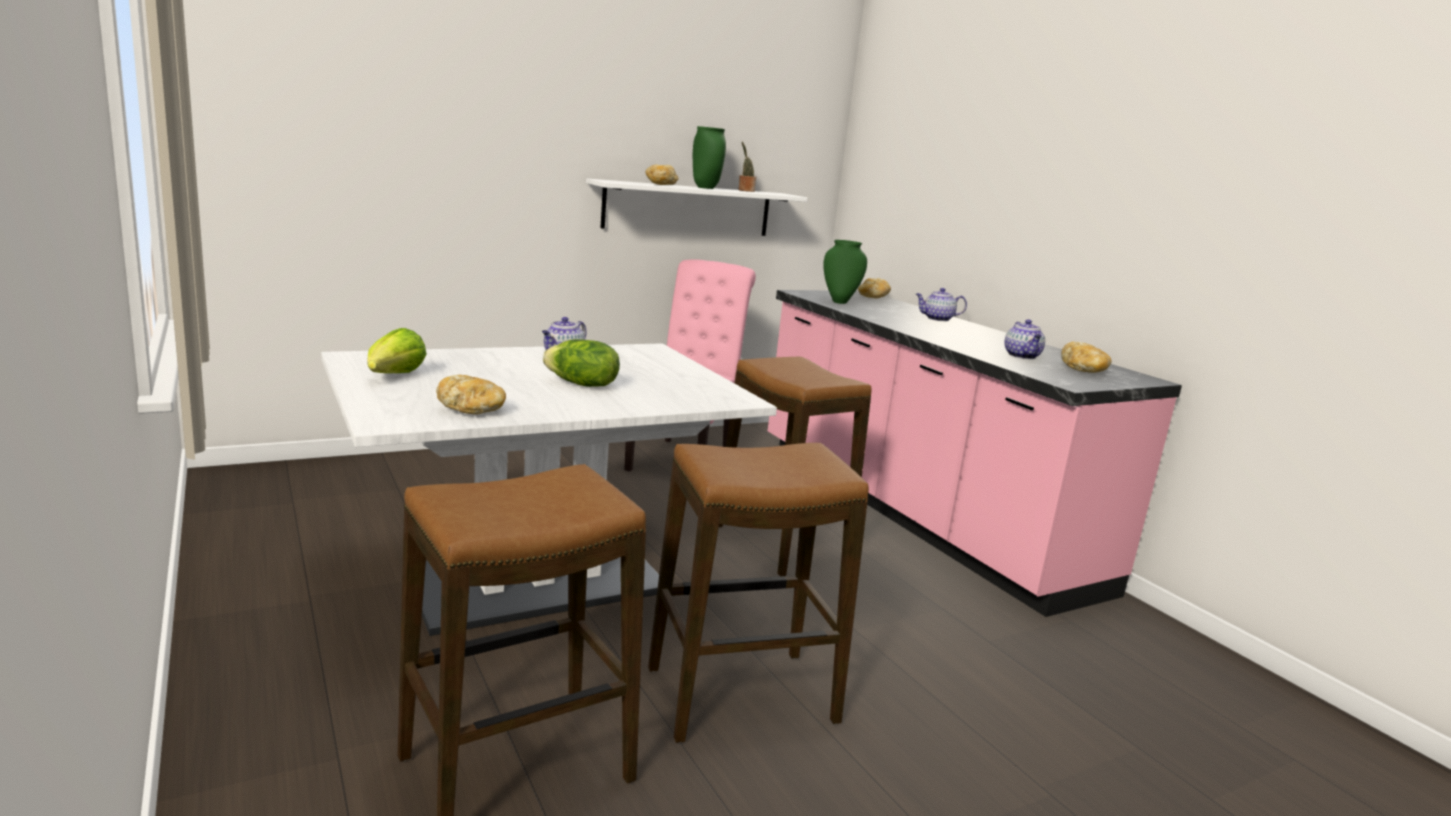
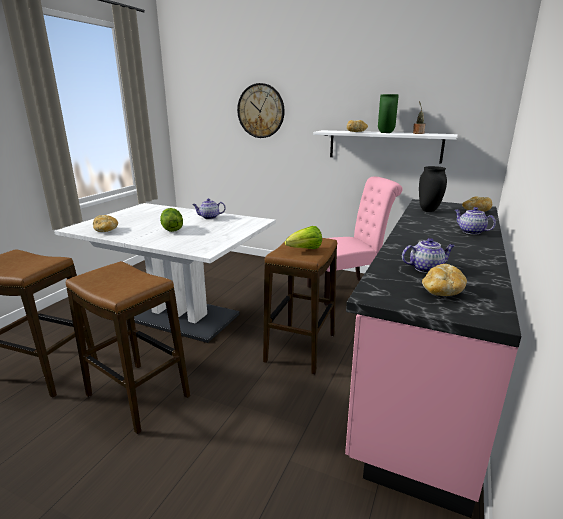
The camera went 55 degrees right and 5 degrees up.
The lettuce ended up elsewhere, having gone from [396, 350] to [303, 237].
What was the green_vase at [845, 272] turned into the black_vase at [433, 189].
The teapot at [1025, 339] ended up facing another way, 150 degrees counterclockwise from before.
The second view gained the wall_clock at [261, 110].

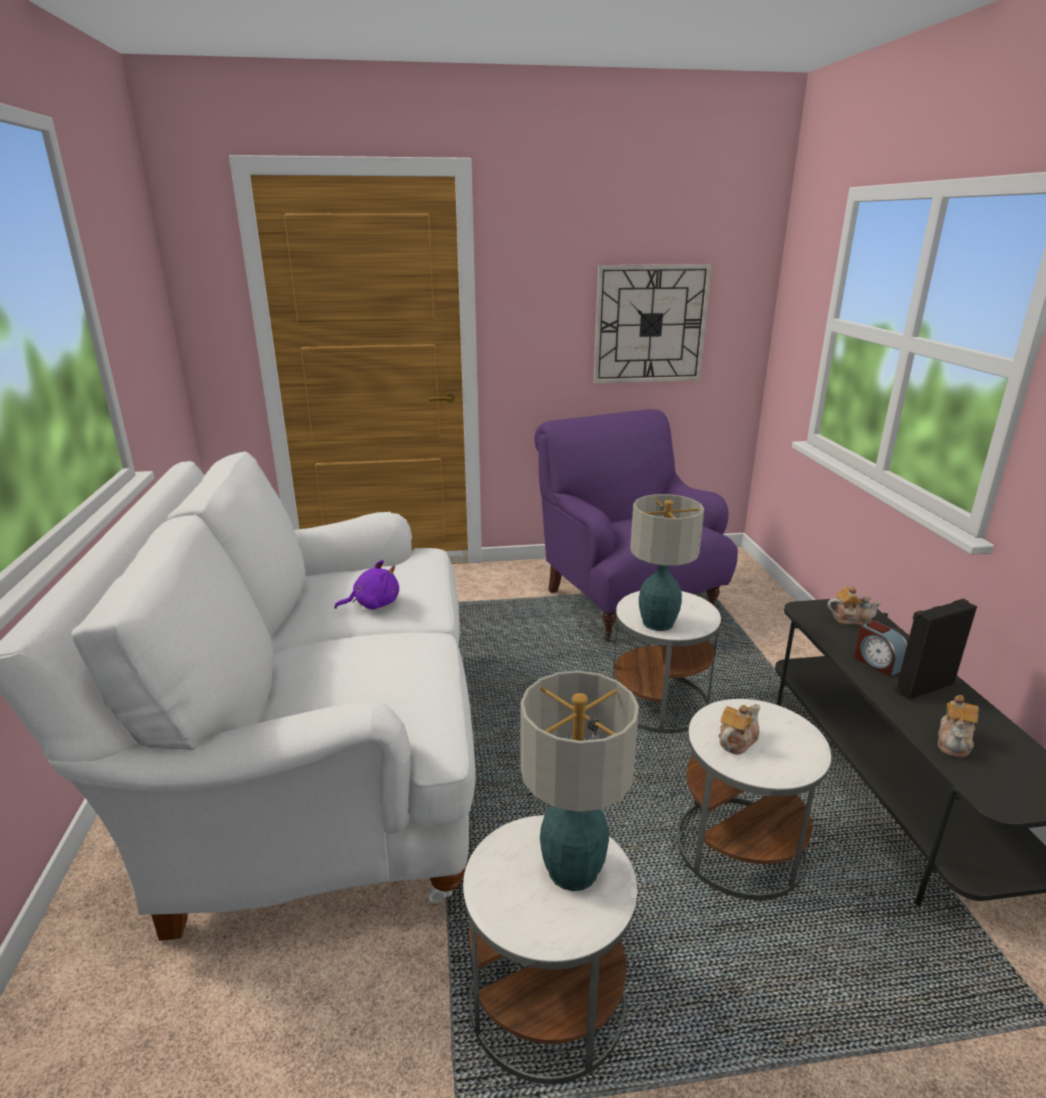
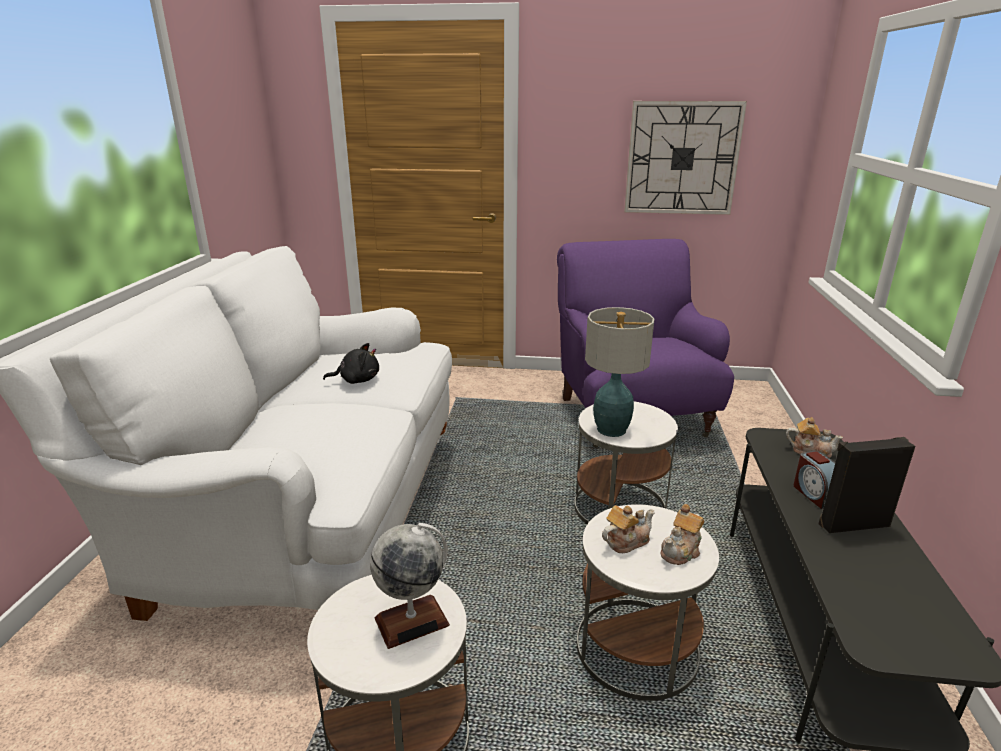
The camera went 15 degrees right and 0 degrees up.
What was the purple_plush_toy at [367, 585] turned into the black_plush_toy at [351, 363].
Where the table_lamp stood at [579, 781], the globe came to stand at [410, 586].
The teapot ended up elsewhere, having gone from [958, 726] to [682, 534].

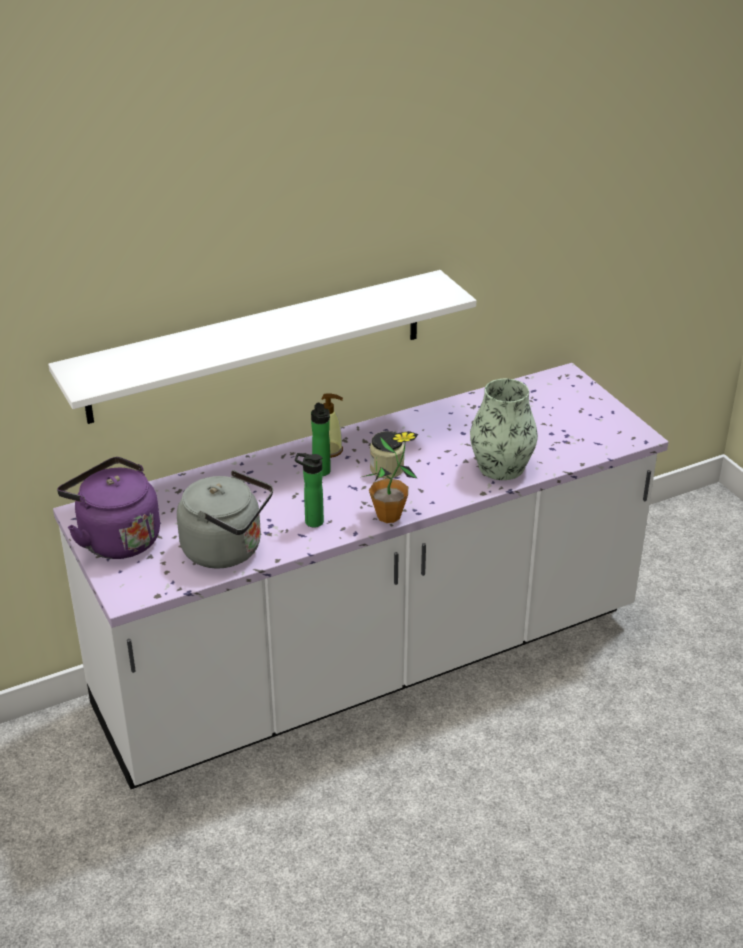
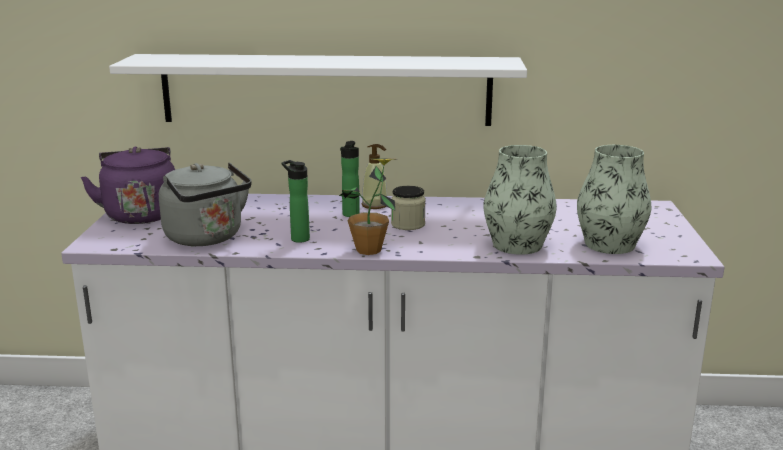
The camera went 30 degrees right and 15 degrees down.
The second view gained the vase at [614, 199].

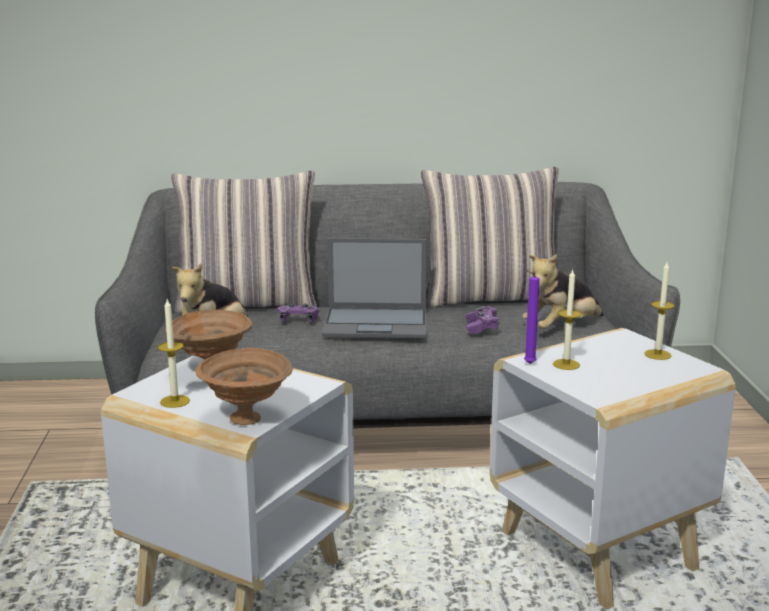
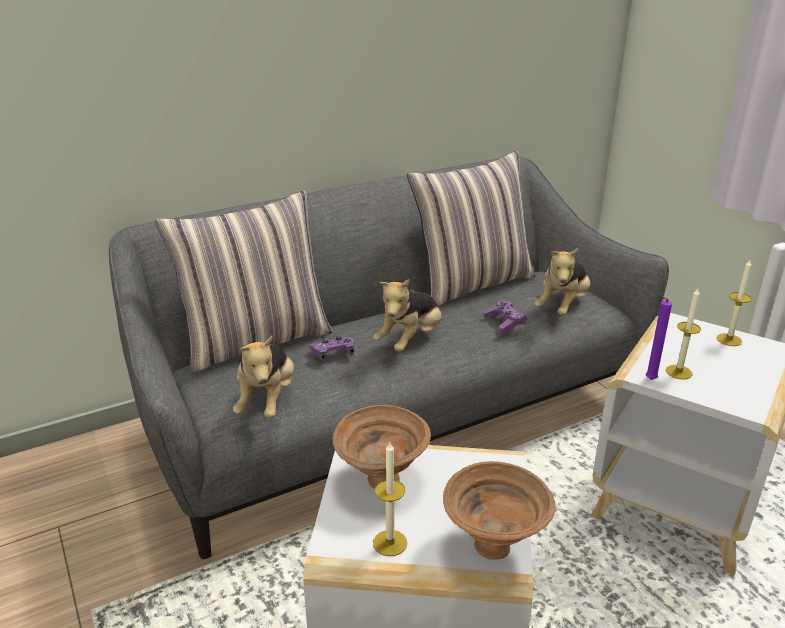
The camera went 25 degrees left and 10 degrees up.
Where the laptop stood at [374, 288], the plush_toy came to stand at [407, 315].

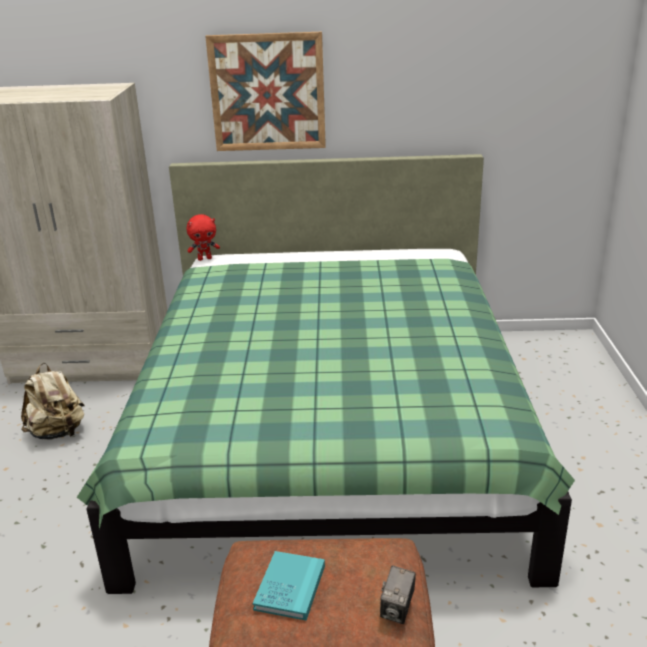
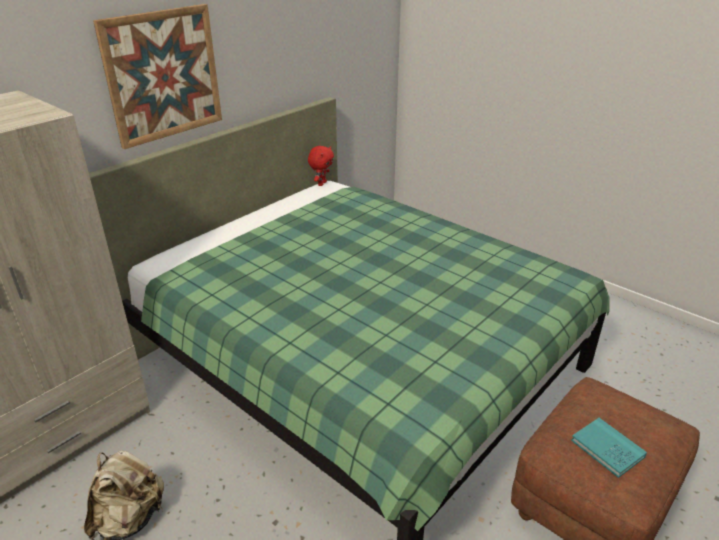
The camera went 50 degrees left and 5 degrees up.
The red_plush_toy ended up elsewhere, having gone from [203, 237] to [321, 166].
The second view lost the photo_camera at [398, 594].

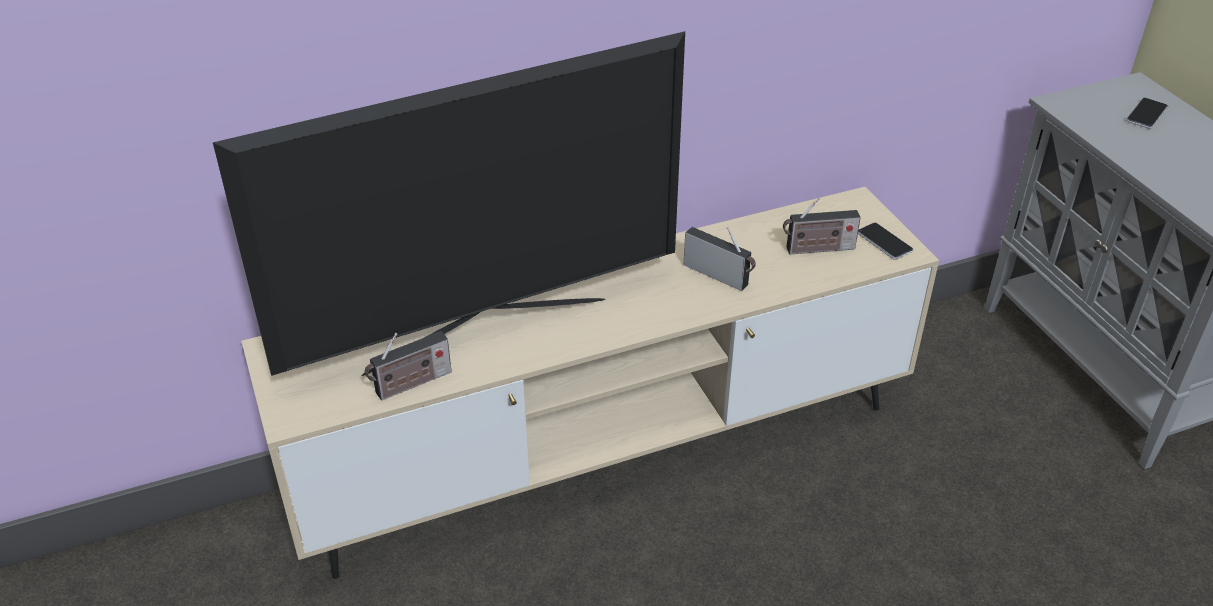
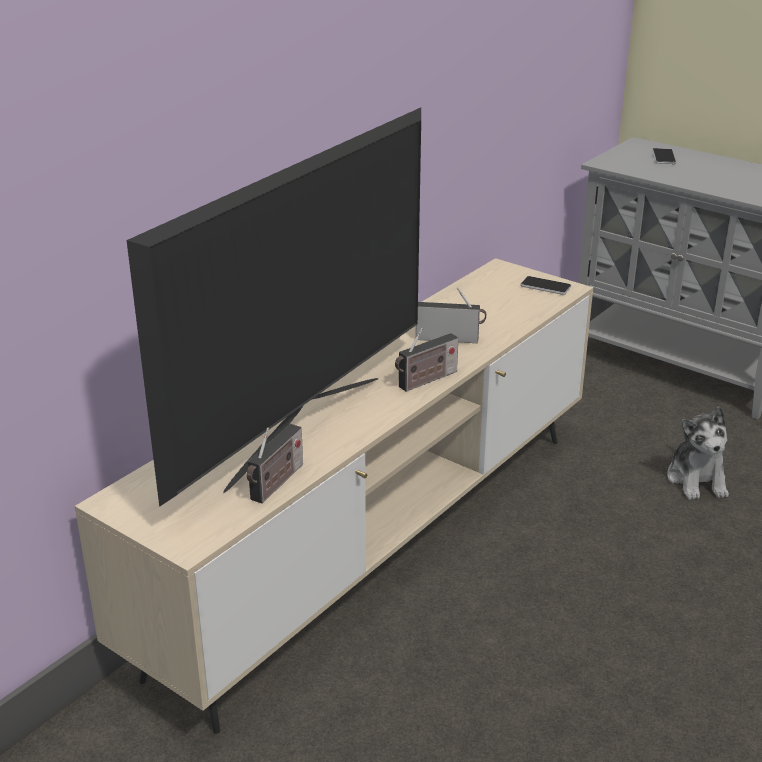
The camera went 30 degrees left and 10 degrees down.
The radio ended up elsewhere, having gone from [822, 226] to [426, 360].
The second view gained the plush_toy at [698, 453].

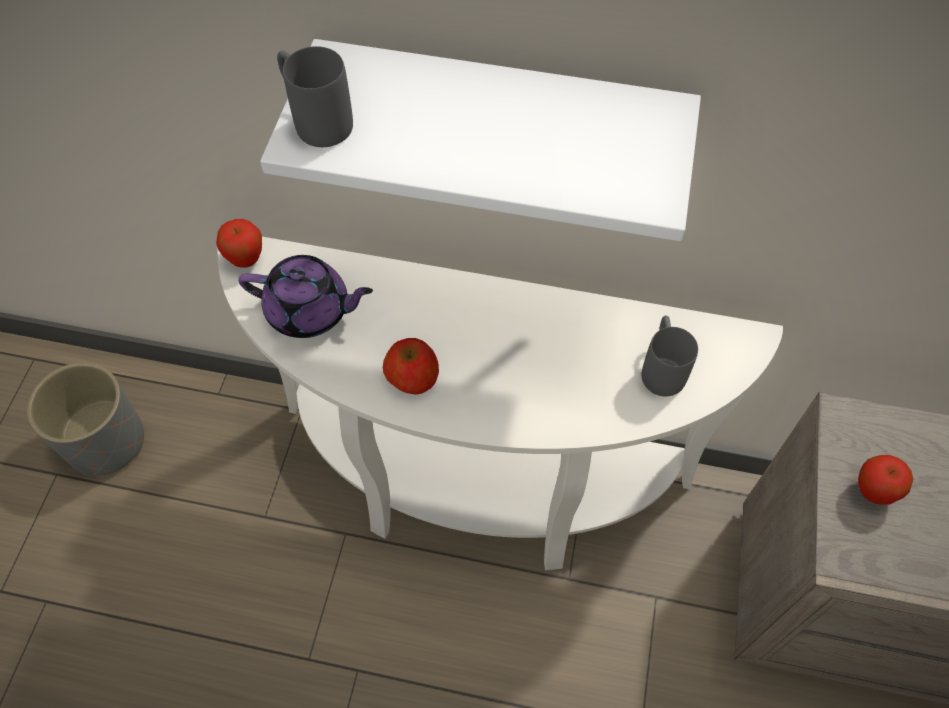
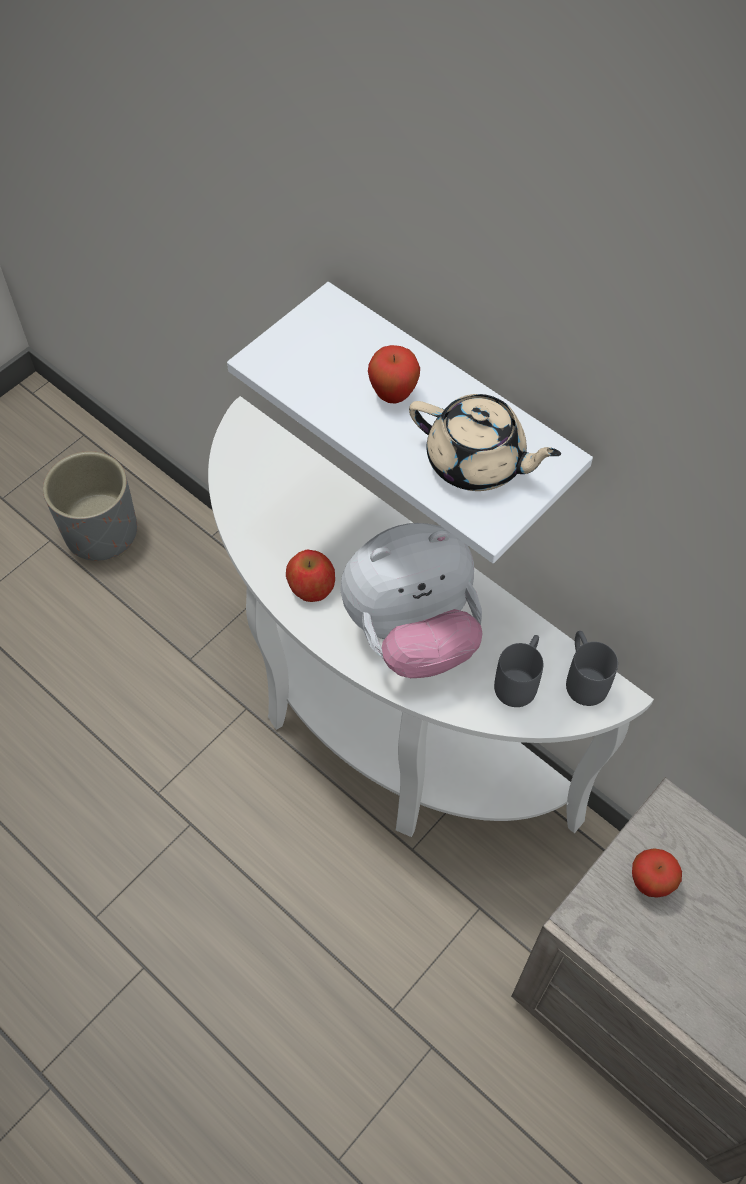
The camera went 30 degrees right and 0 degrees up.
The apple ended up elsewhere, having gone from [239, 243] to [394, 374].
The second view lost the purple_teapot at [306, 296].
The grey_mug ended up elsewhere, having gone from [315, 96] to [592, 668].
The second view gained the plush_toy at [411, 600].
The second view gained the beige_teapot at [485, 442].

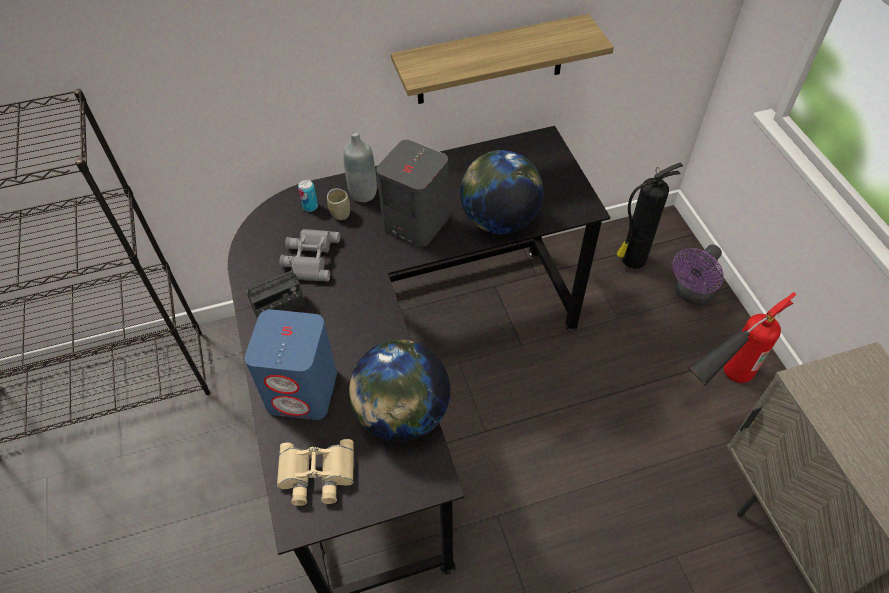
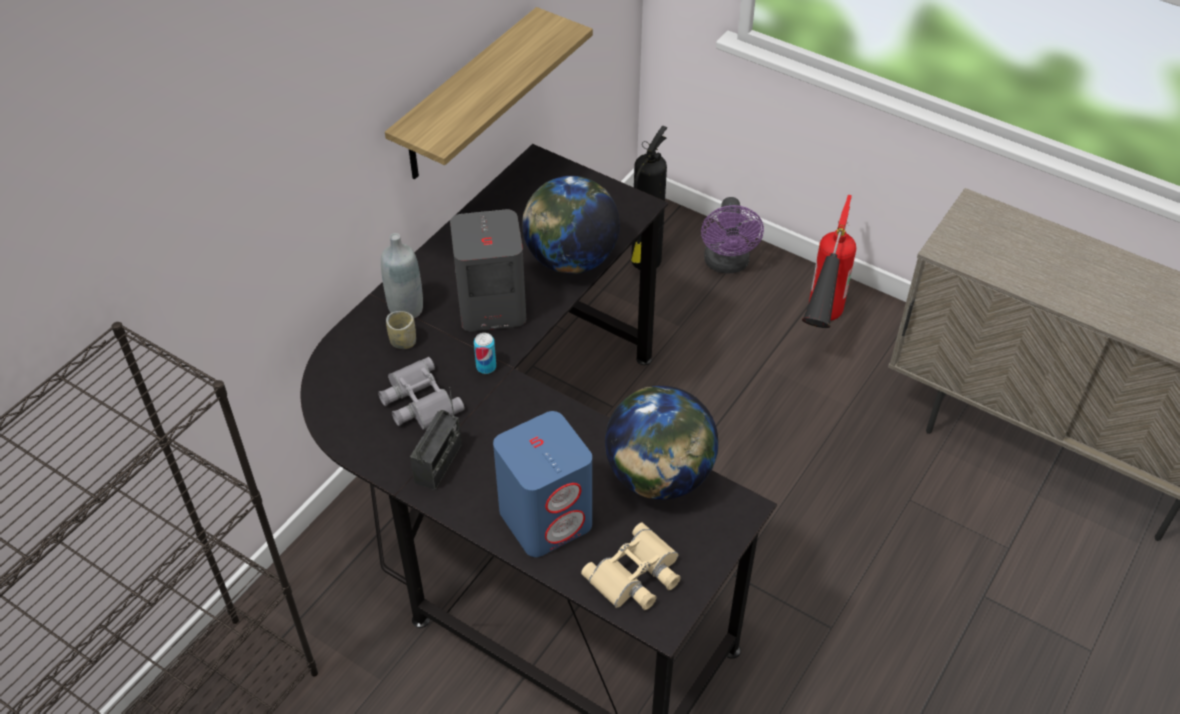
The camera went 40 degrees left and 5 degrees down.
The can ended up elsewhere, having gone from [308, 195] to [485, 353].

